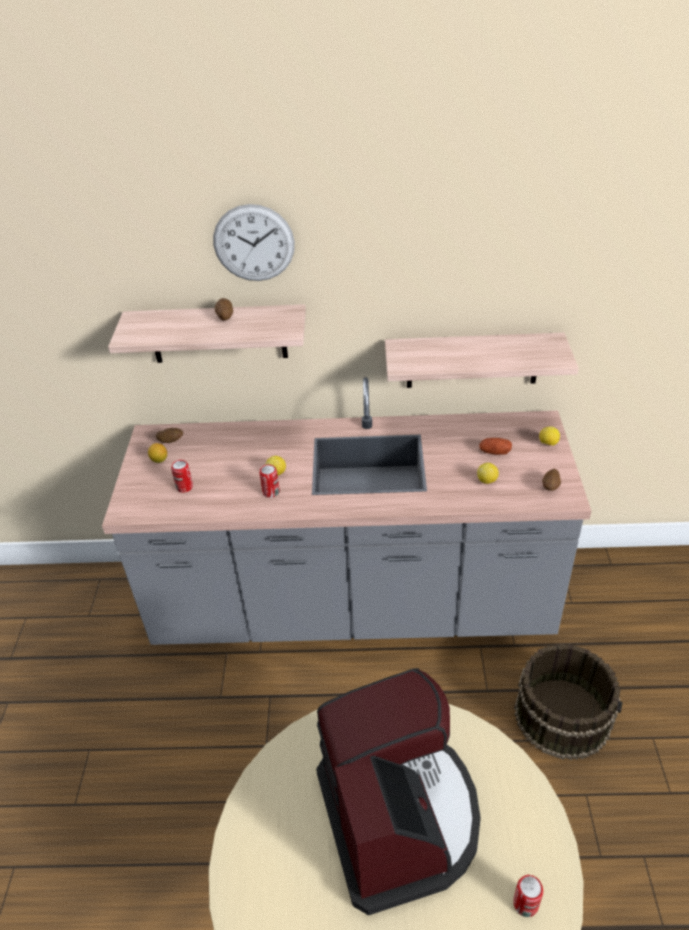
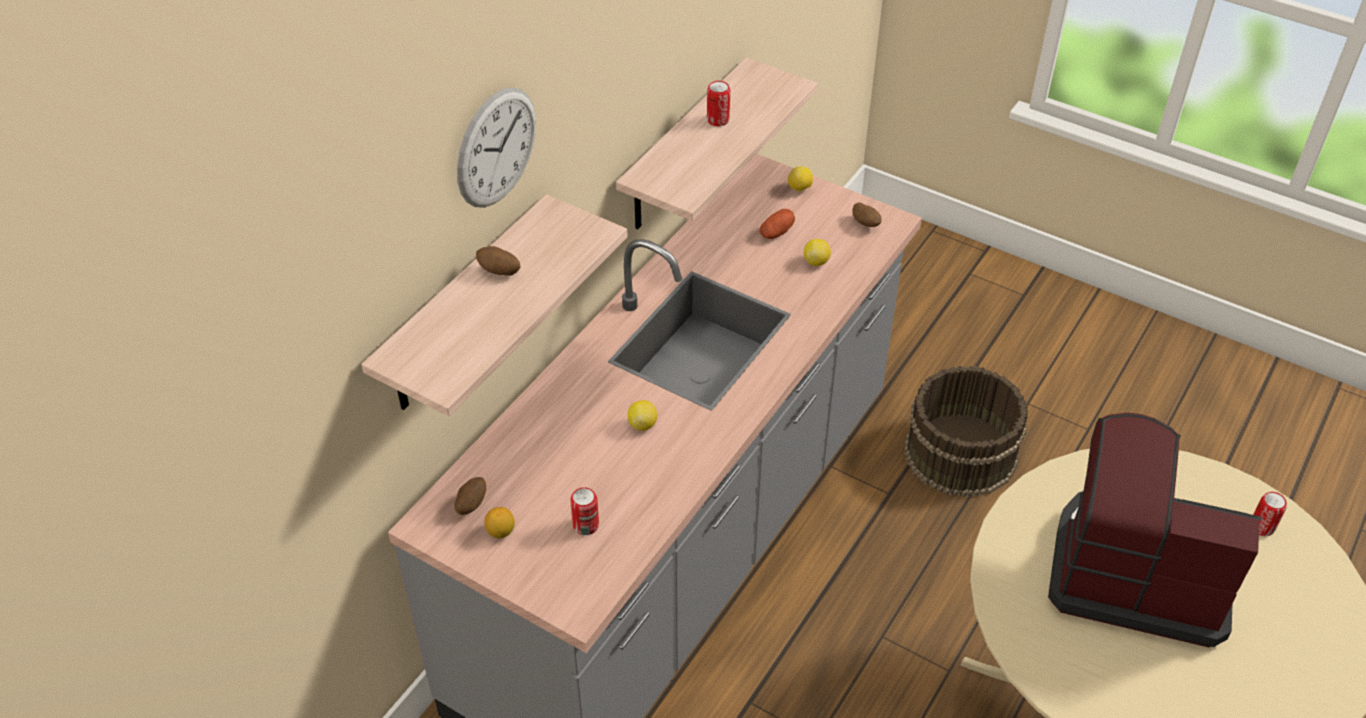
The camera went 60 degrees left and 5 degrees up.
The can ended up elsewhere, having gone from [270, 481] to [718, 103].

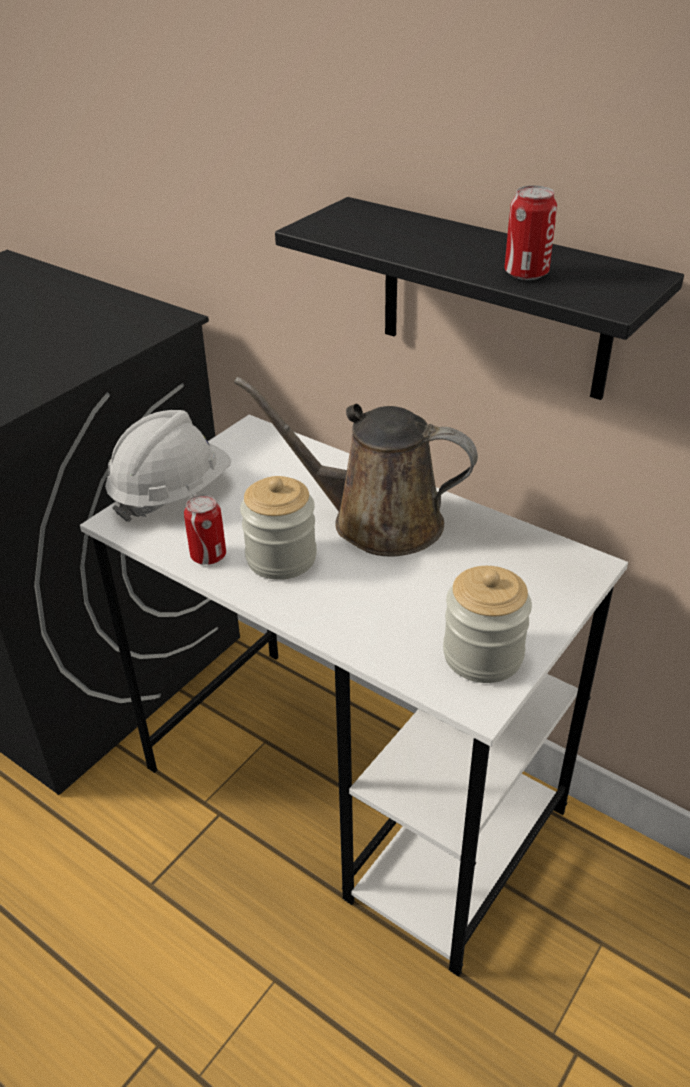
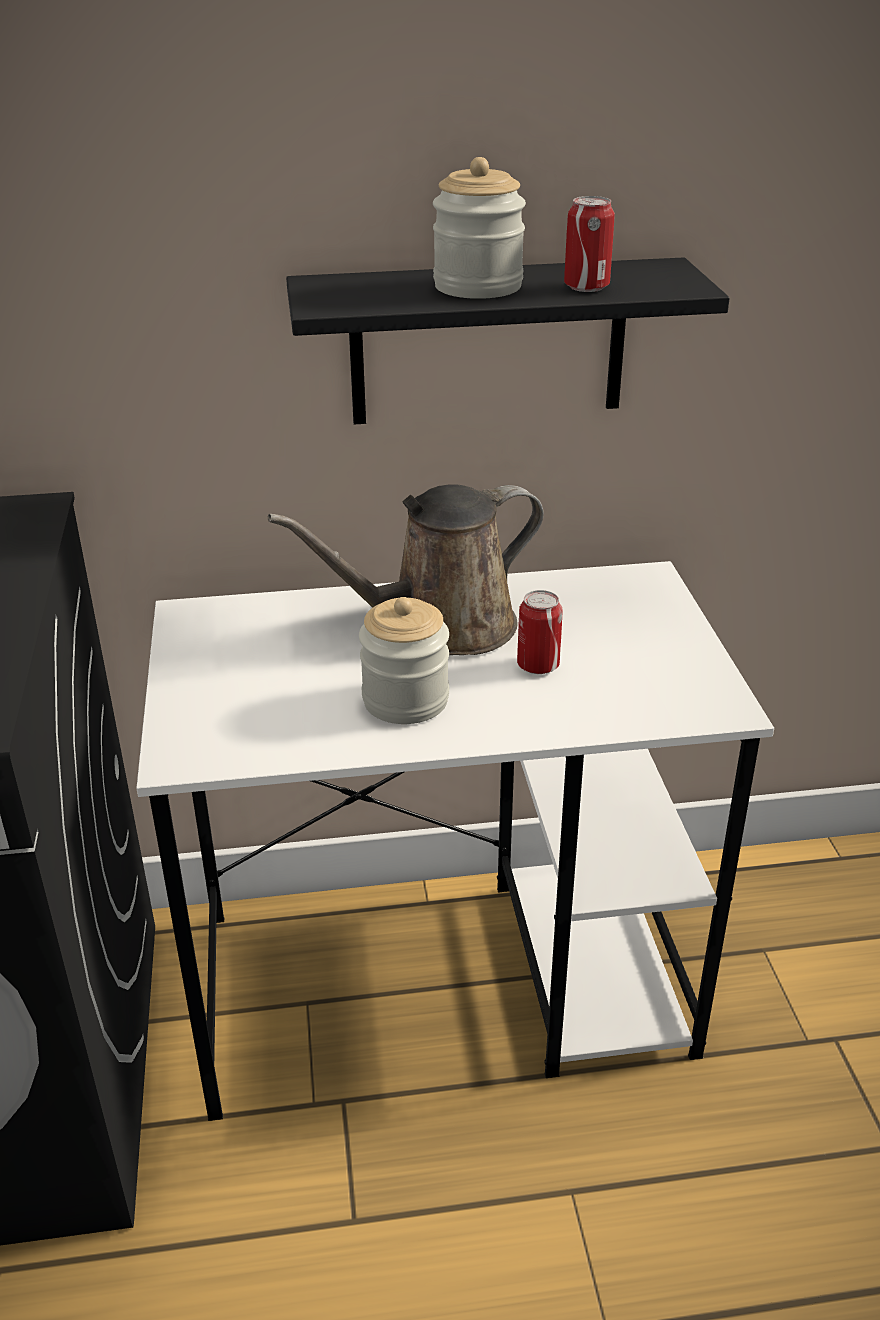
The camera went 45 degrees left and 5 degrees down.
The second view lost the white_hard_hat at [168, 466].
The can ended up elsewhere, having gone from [205, 530] to [539, 632].
The jar ended up elsewhere, having gone from [487, 624] to [479, 228].

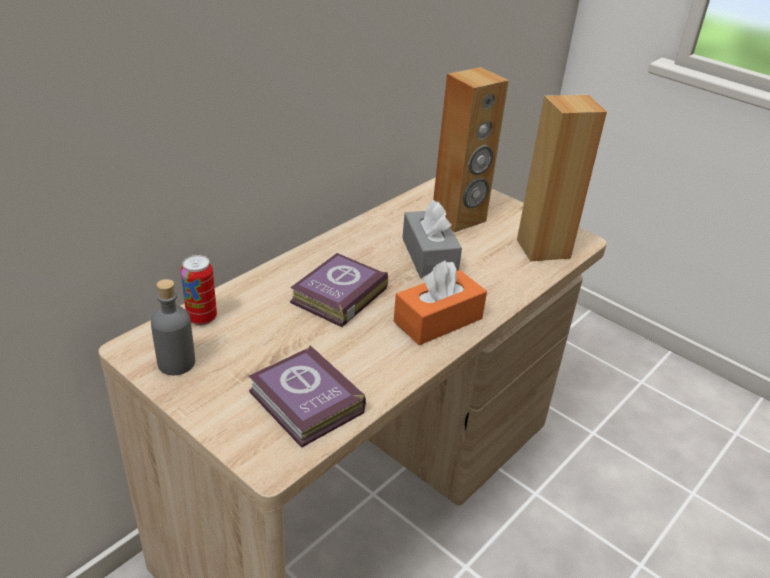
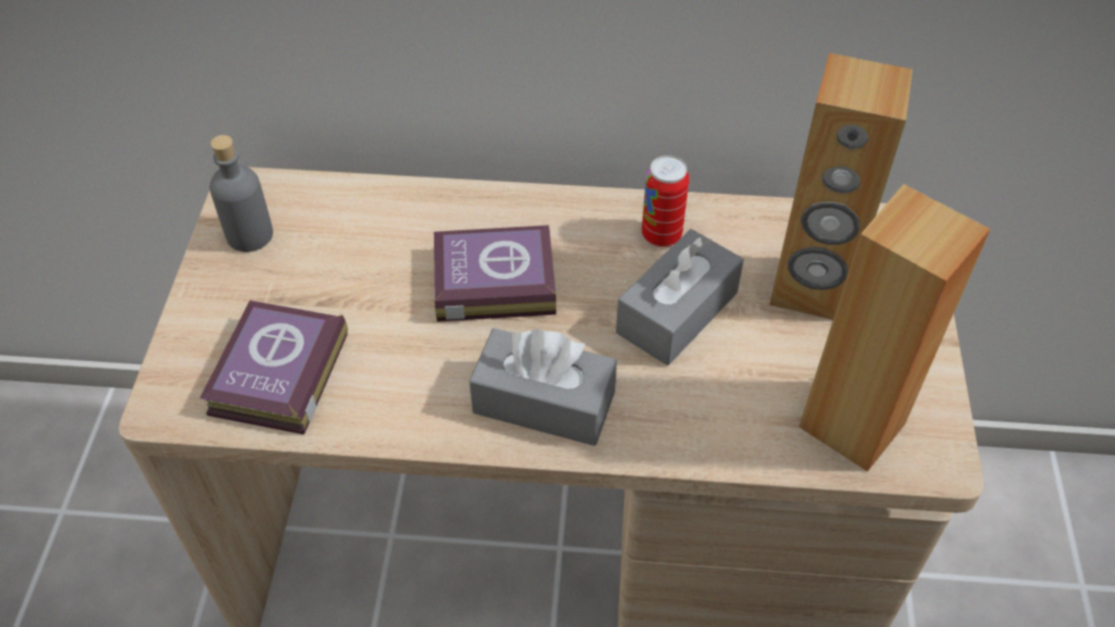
The camera went 55 degrees right and 15 degrees up.
The can ended up elsewhere, having gone from [199, 290] to [665, 201].
What was the orange_tissue_box at [440, 302] turned into the grey_tissue_box at [543, 387].

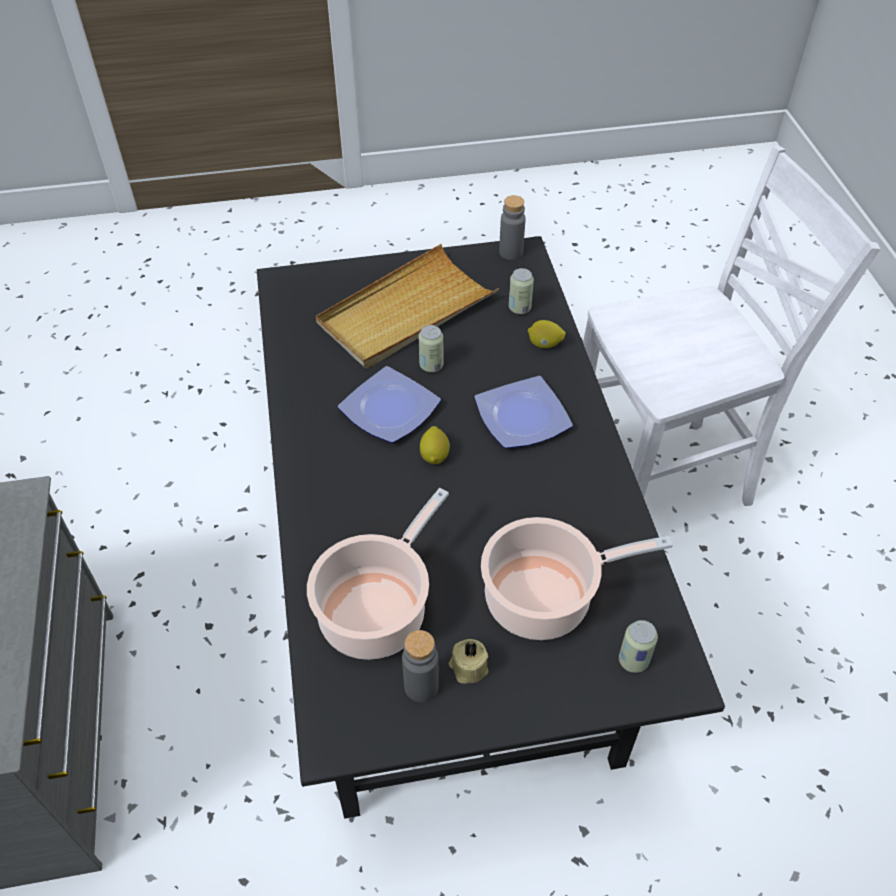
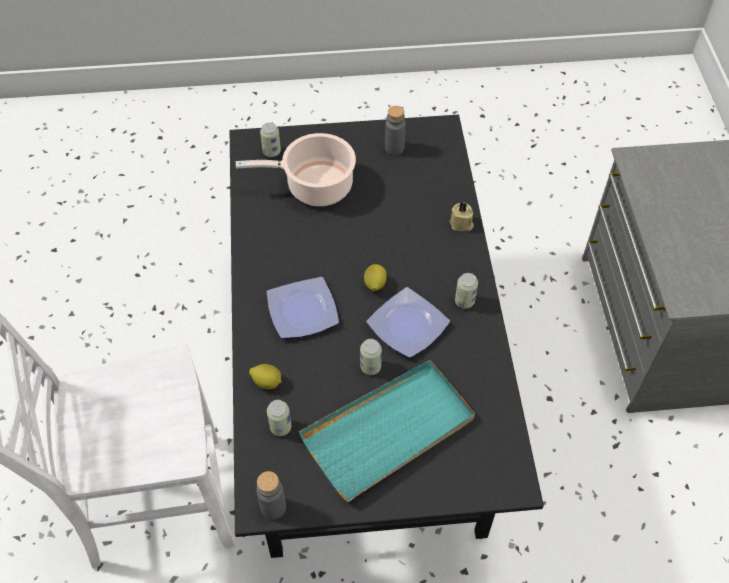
The camera went 175 degrees left and 5 degrees up.
The second view lost the cooking_pot at [378, 574].
What was the beige_tray at [407, 306] turned into the turquoise_tray at [387, 431].
The beige_candle ended up elsewhere, having gone from [469, 661] to [462, 216].
The second view gained the can at [466, 291].

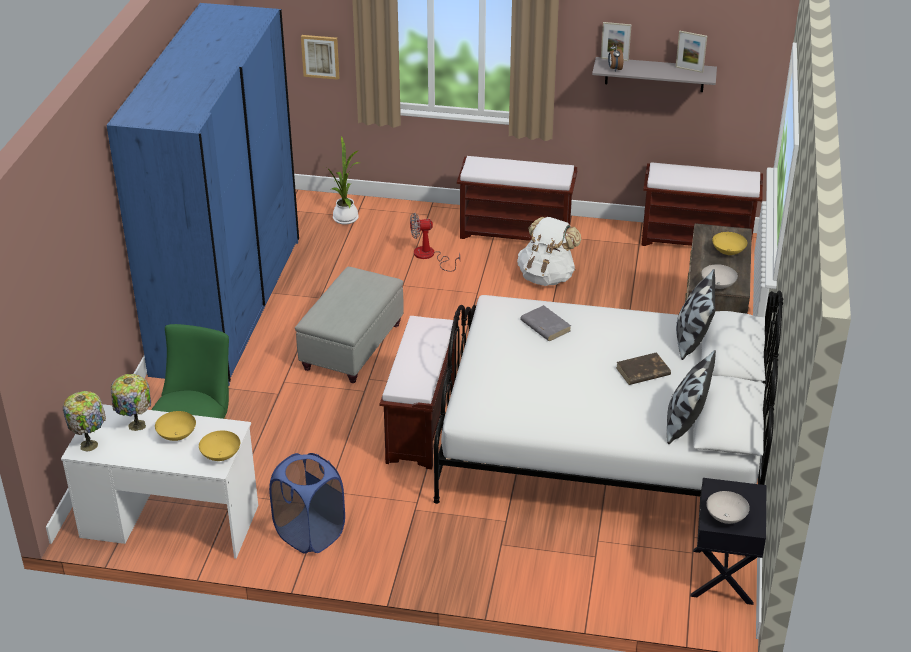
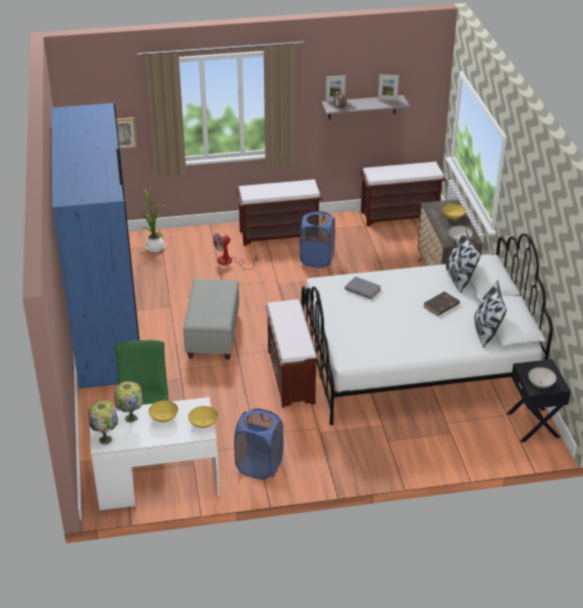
The camera went 20 degrees left and 0 degrees up.
Where the white_backpack stood at [549, 251], the blue_laundry_basket came to stand at [317, 239].

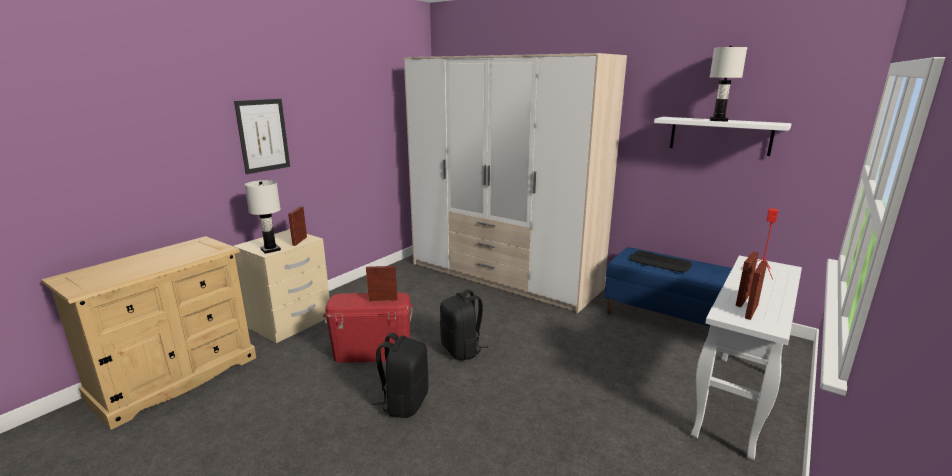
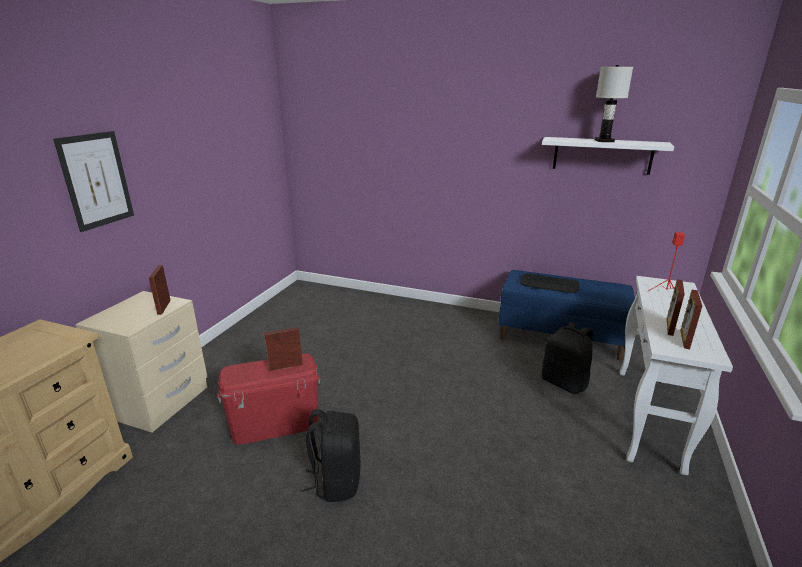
The camera went 15 degrees left and 5 degrees up.
The second view lost the white_table_lamp at [262, 217].
The second view lost the wardrobe at [515, 183].
The black_backpack ended up elsewhere, having gone from [464, 324] to [567, 358].

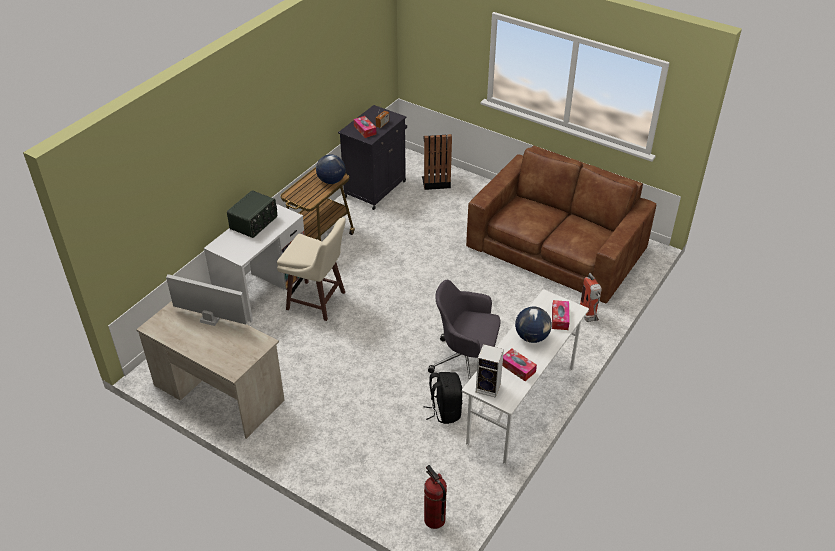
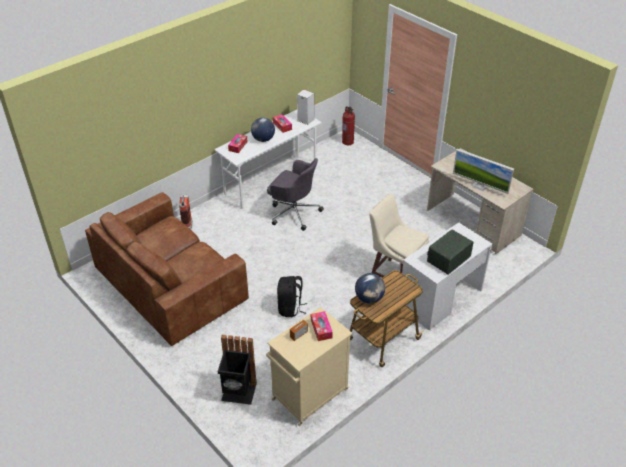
The camera went 165 degrees left and 0 degrees up.
What was the black_cabinet at [372, 157] turned into the beige_cabinet at [309, 366].
The black_backpack ended up elsewhere, having gone from [443, 398] to [292, 296].

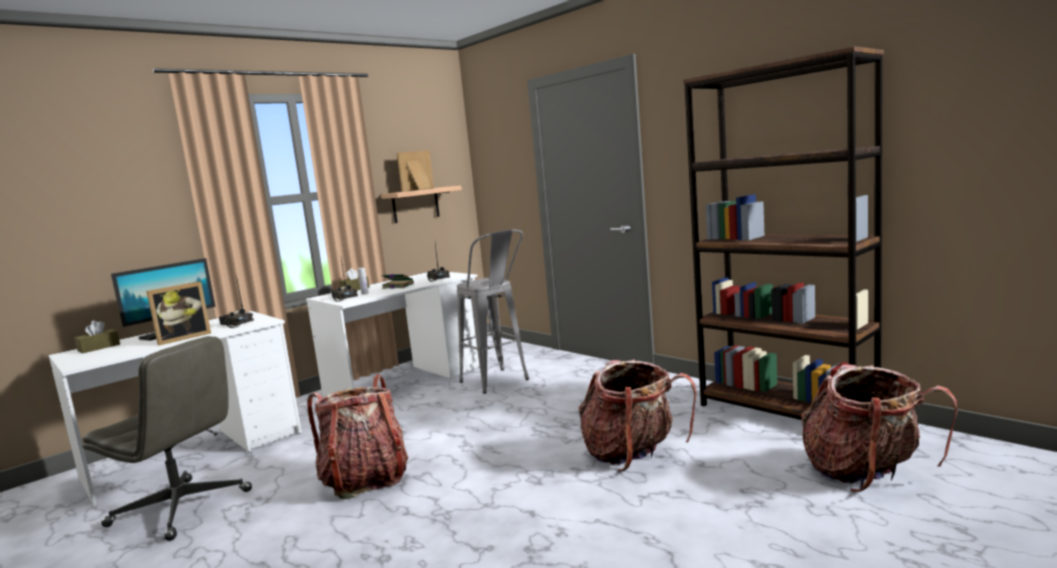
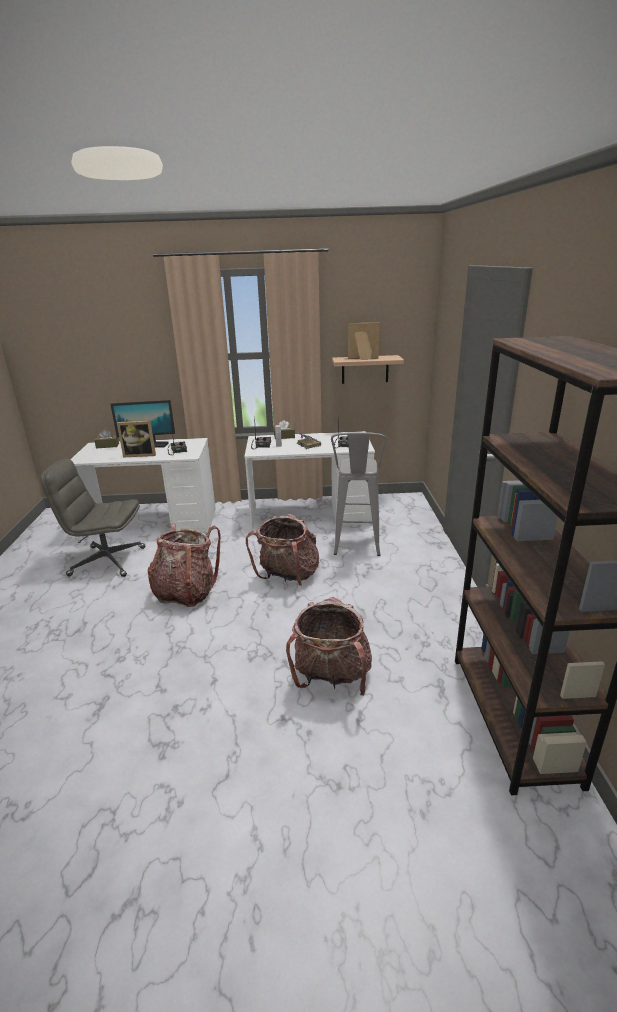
The camera went 40 degrees right and 15 degrees up.
The grey_office_chair at [167, 438] ended up facing another way, 120 degrees clockwise from before.
The backpack ended up elsewhere, having gone from [879, 428] to [282, 550].

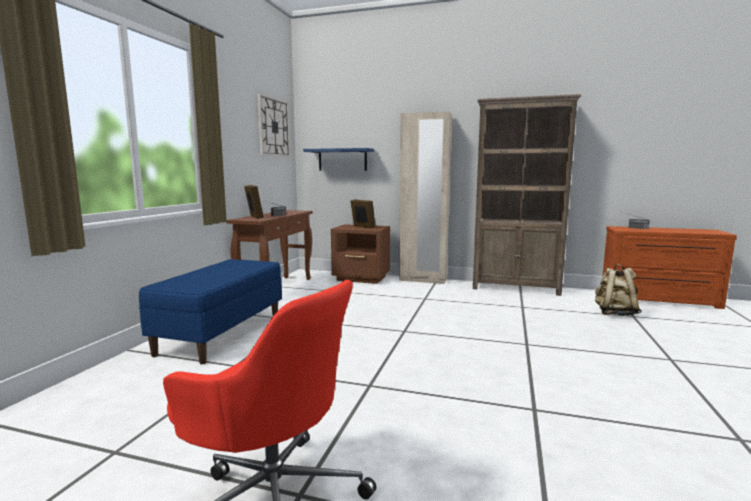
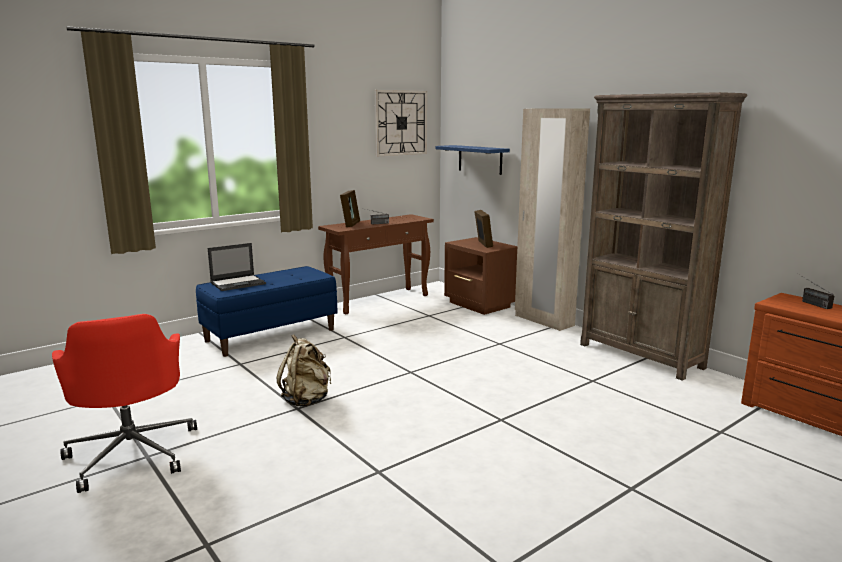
The camera went 35 degrees right and 5 degrees up.
The beige_backpack ended up elsewhere, having gone from [618, 290] to [304, 370].
The second view gained the laptop at [237, 267].

